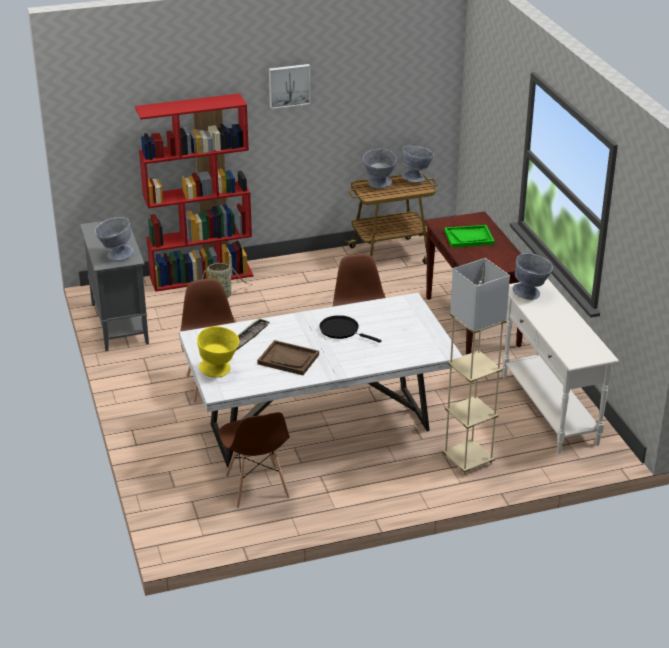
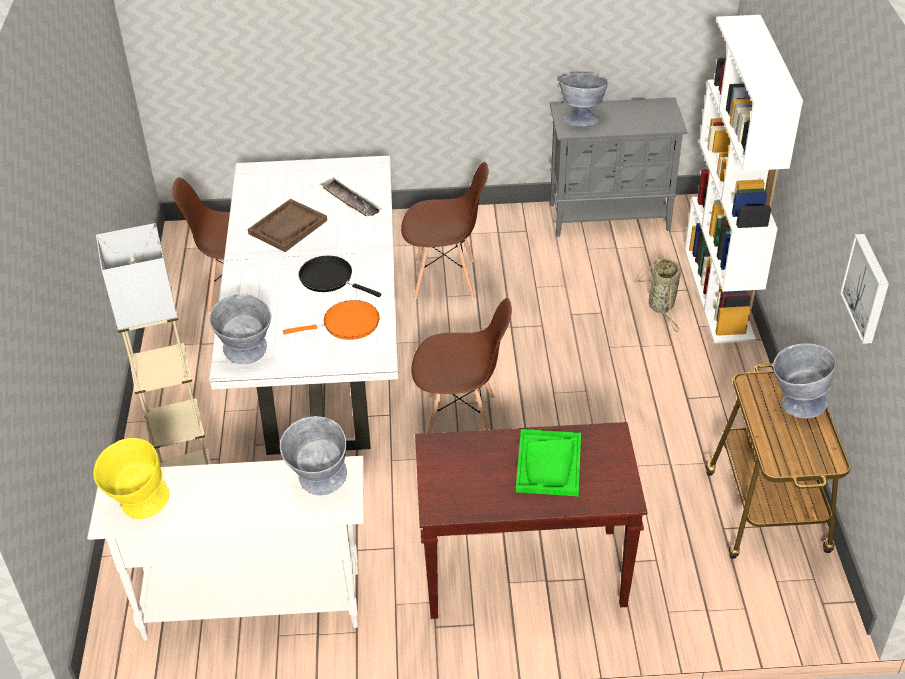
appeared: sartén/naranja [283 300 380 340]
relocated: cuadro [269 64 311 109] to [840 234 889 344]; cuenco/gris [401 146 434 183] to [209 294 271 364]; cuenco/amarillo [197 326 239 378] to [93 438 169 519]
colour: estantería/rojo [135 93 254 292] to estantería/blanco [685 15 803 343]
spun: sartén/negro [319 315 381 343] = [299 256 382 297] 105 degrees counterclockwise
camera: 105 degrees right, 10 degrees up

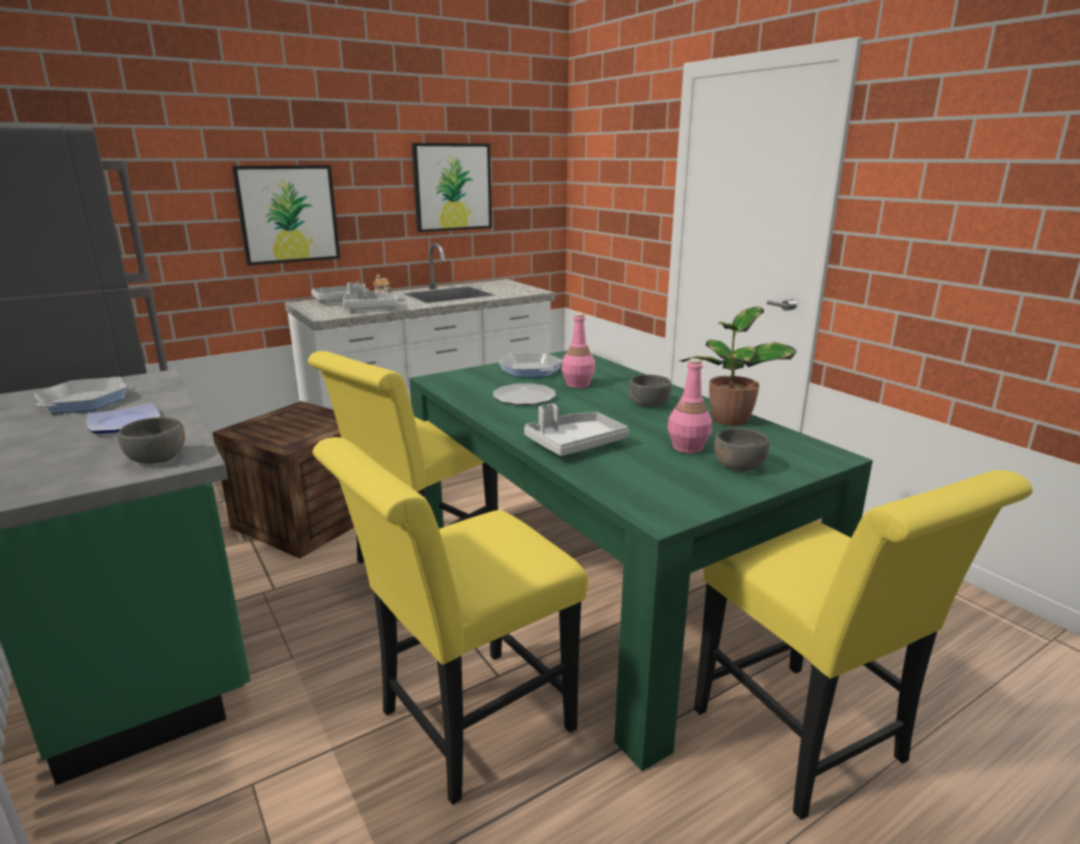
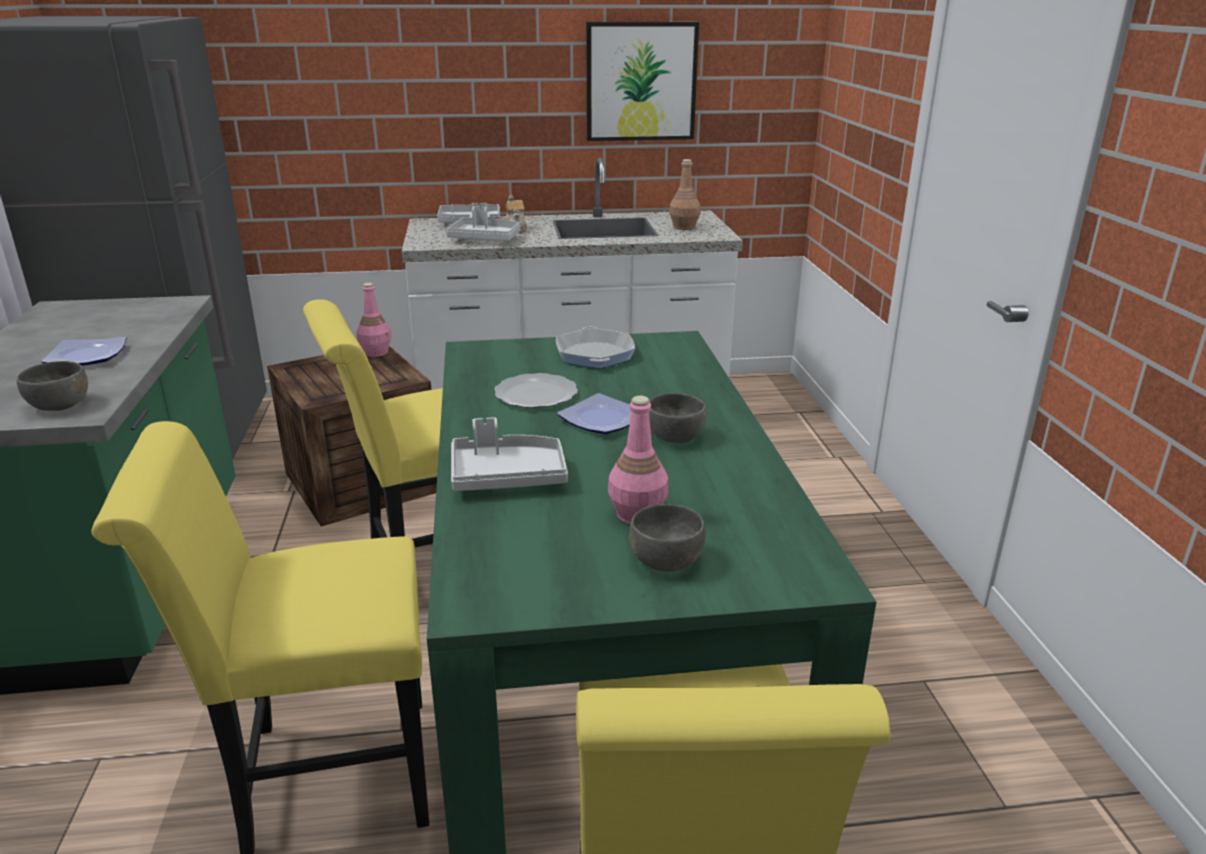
missing: cuadro [232 165 340 265]; planta en maceta [679 307 797 426]; sartén [34 377 127 414]
appeared: botella/marrón [669 159 700 230]; plato [557 393 631 434]
relocated: botella/rosa [562 313 595 388] to [356 283 392 357]
camera: 25 degrees right, 5 degrees up

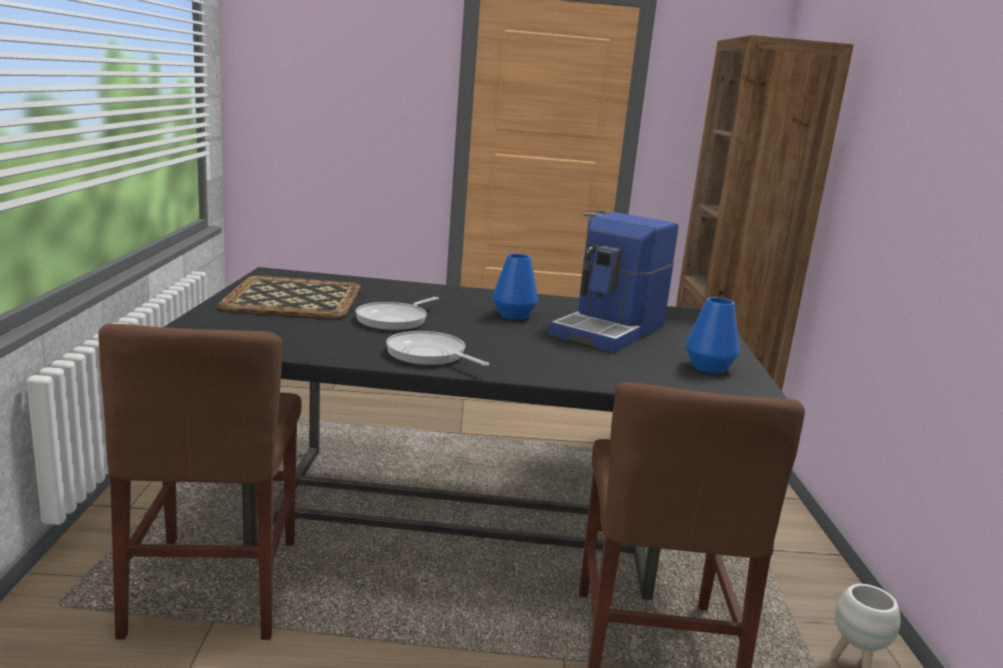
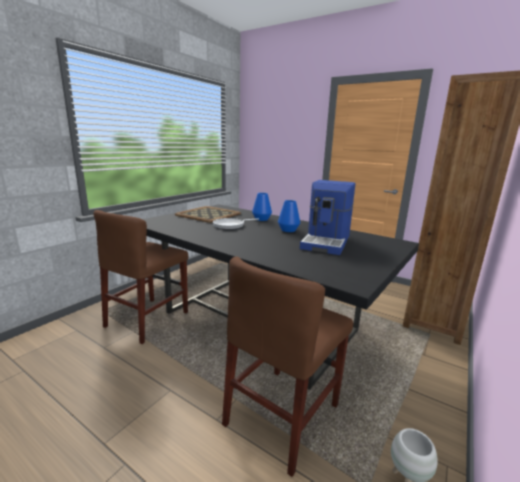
missing: sartén [386 331 489 366]
relocated: florero/azul [685 297 740 373] to [252 193 272 221]
spun: cafetera [549 212 678 353] = [300 180 356 255] 45 degrees counterclockwise
camera: 35 degrees right, 0 degrees up

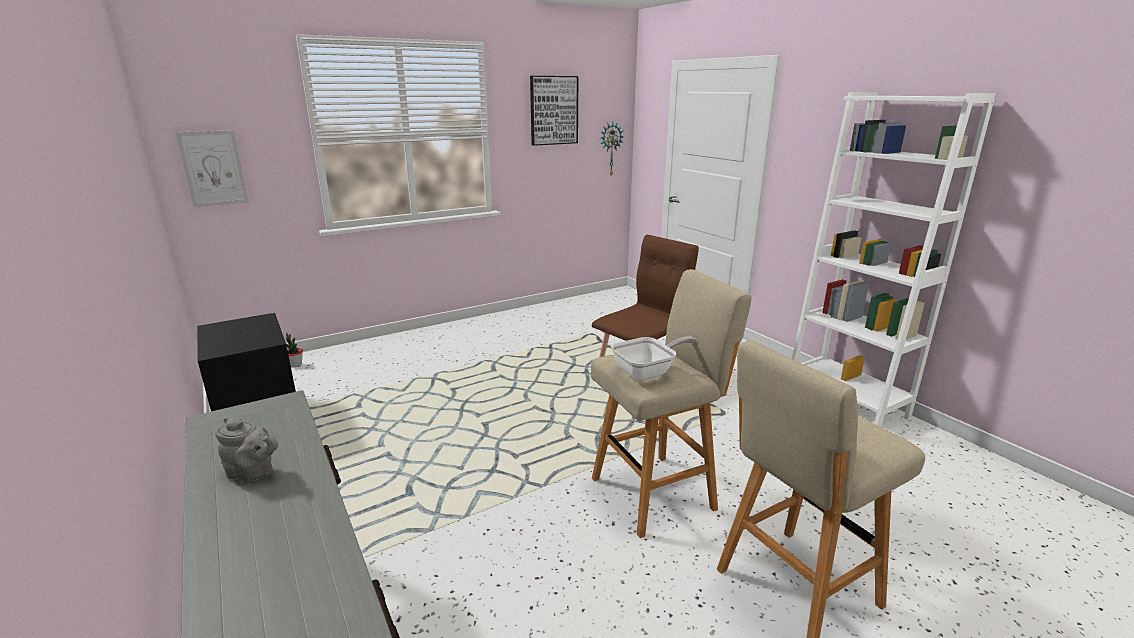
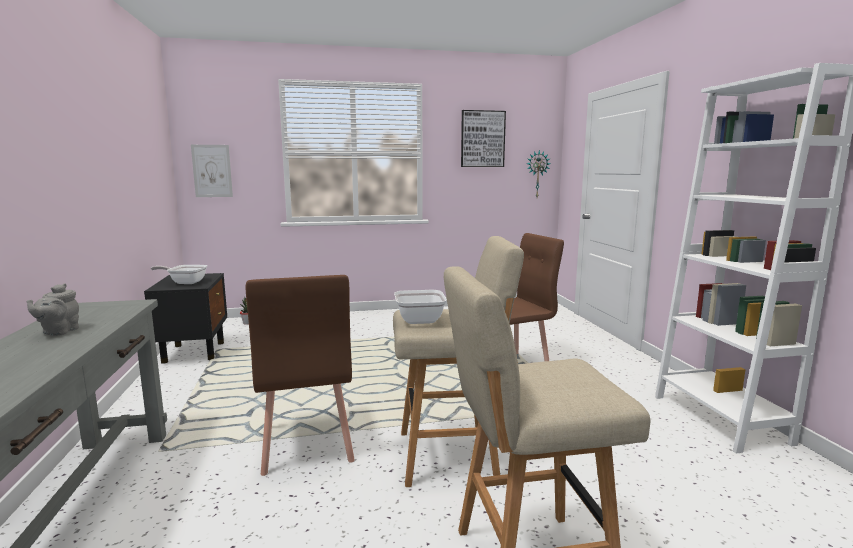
appeared: sartén [151 265 207 284]; silla/marrón [246 275 355 476]
spun: tetera/gris [216 417 278 482] = [26 283 79 336] 60 degrees clockwise
camera: 20 degrees right, 10 degrees down

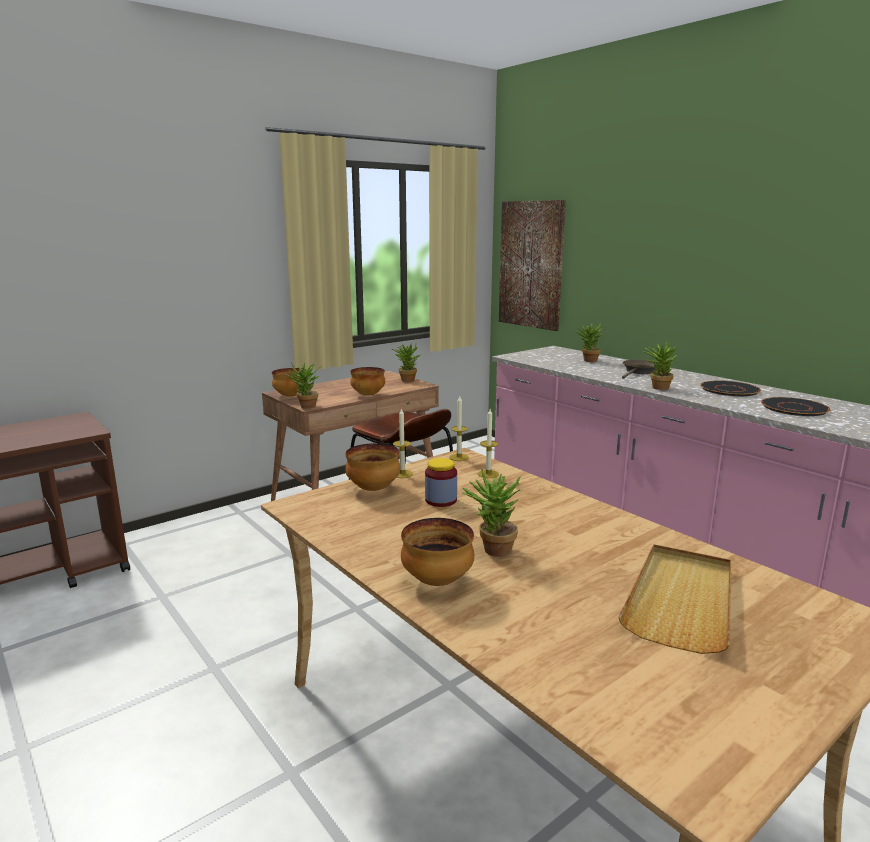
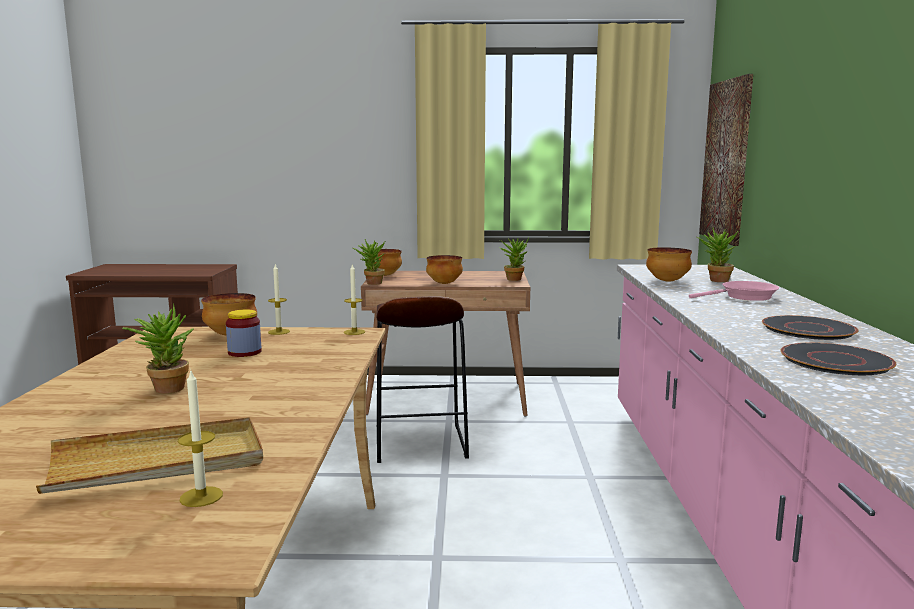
missing: planta en maceta [643 341 677 390]
relocated: vela [478 409 499 478] to [178 371 223 507]; cuenco [401 518 474 586] to [646 247 692 282]
colour: sartén/marrón [622 360 655 379] to sartén/rosa [689 281 779 301]
camera: 40 degrees right, 5 degrees down

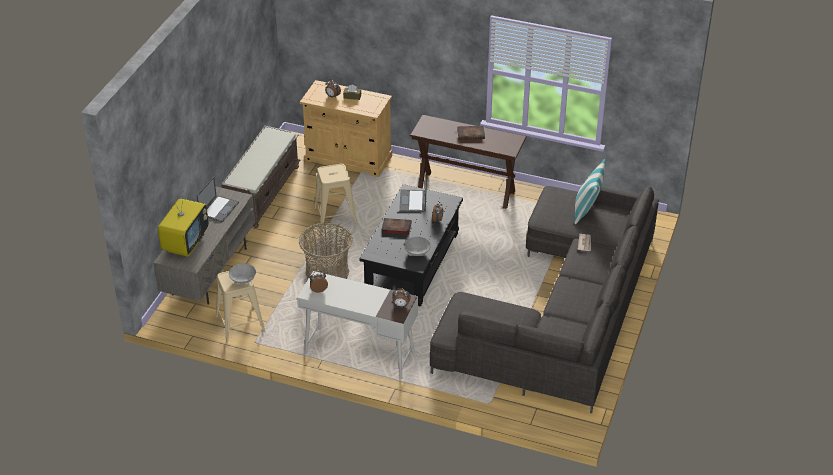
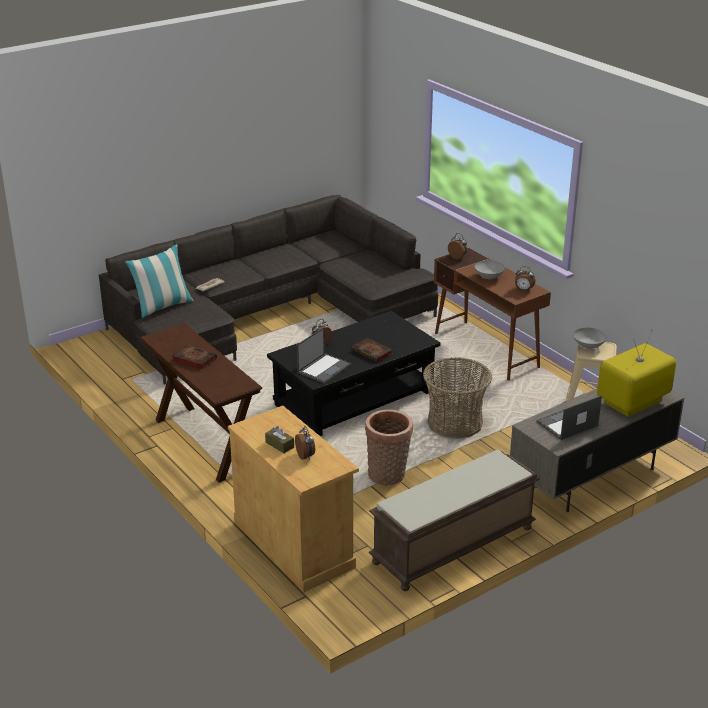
relocated: cuenco/gris [404 237 431 256] to [475 260 505 279]
exchanged: taburete/beis [314 164 358 230] to cesta [365 409 413 486]
colour: escritorio/blanco [297 271 418 379] to escritorio/marrón [434 248 551 380]
camera: 145 degrees left, 10 degrees down

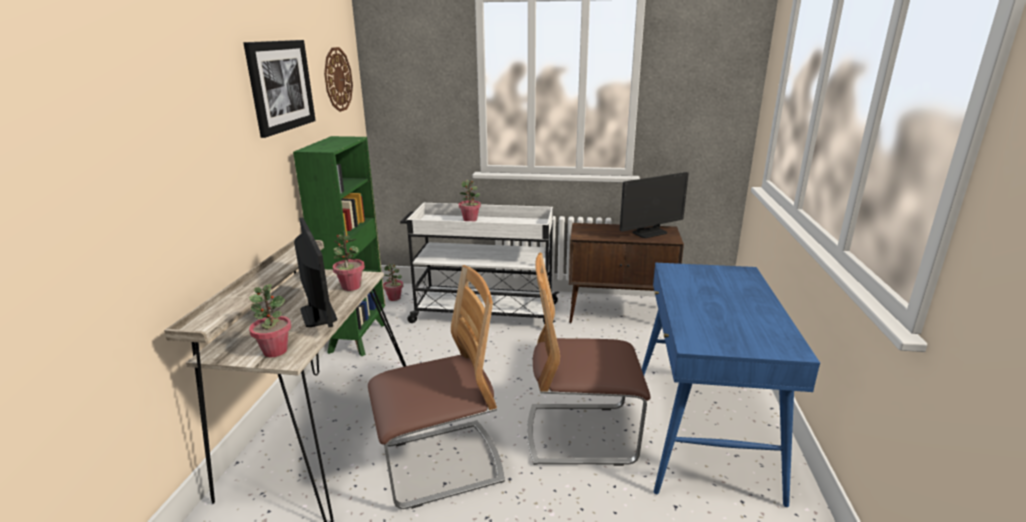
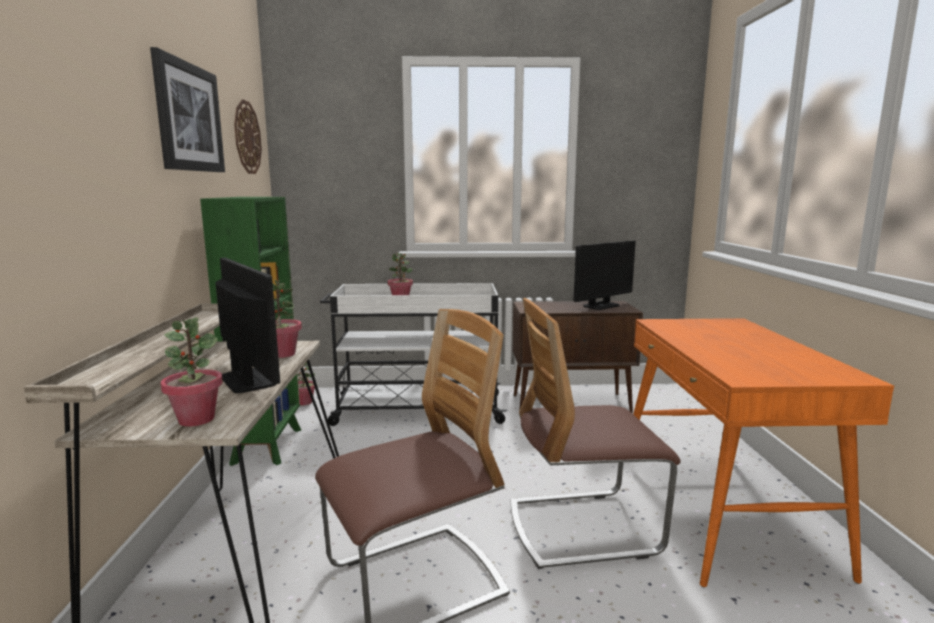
colour: escritorio/azul [642 263 820 507] to escritorio/naranja [633 318 894 587]
camera: 10 degrees left, 10 degrees down

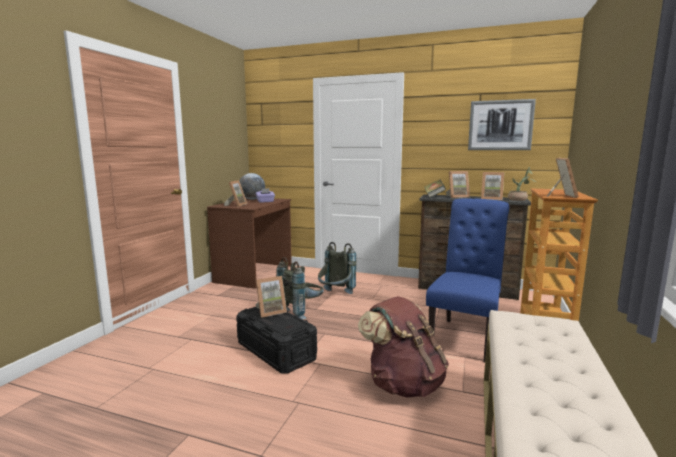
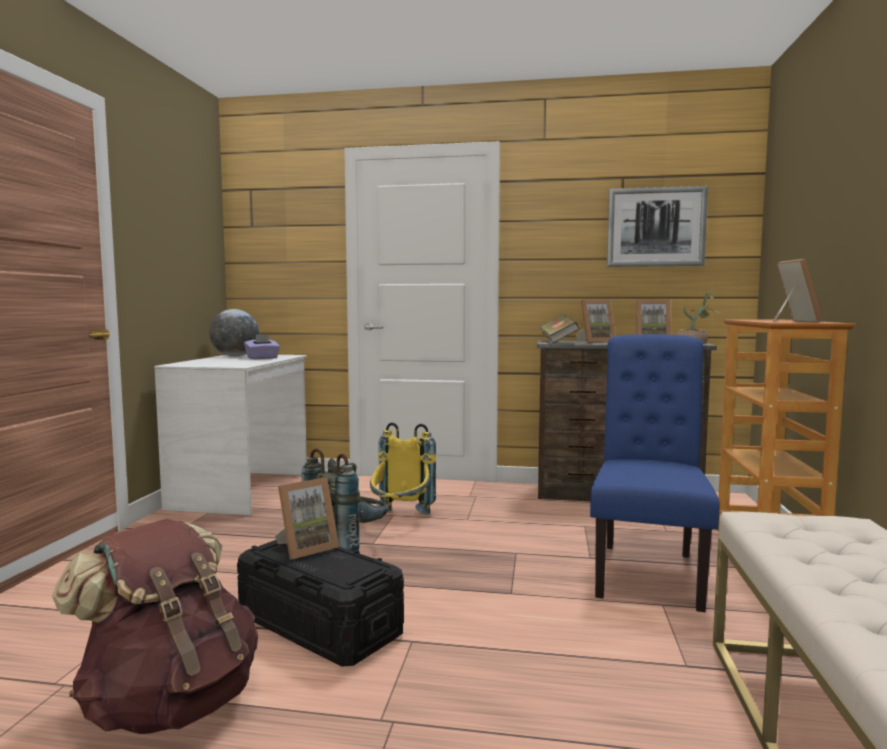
missing: portarretratos [224 180 247 207]
relocated: mochila/marrón [358 296 449 398] to [53 519 258 734]
colour: escritorio/marrón [207 198 292 289] to escritorio/blanco [154 354 307 515]; mochila/gris [318 242 356 294] to mochila/amarillo [370 422 436 514]
camera: 10 degrees left, 5 degrees down

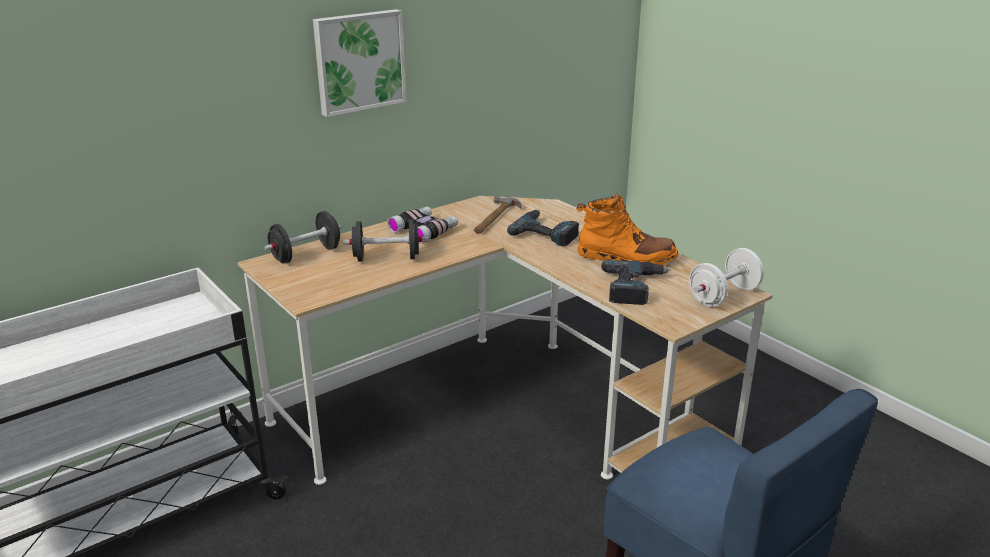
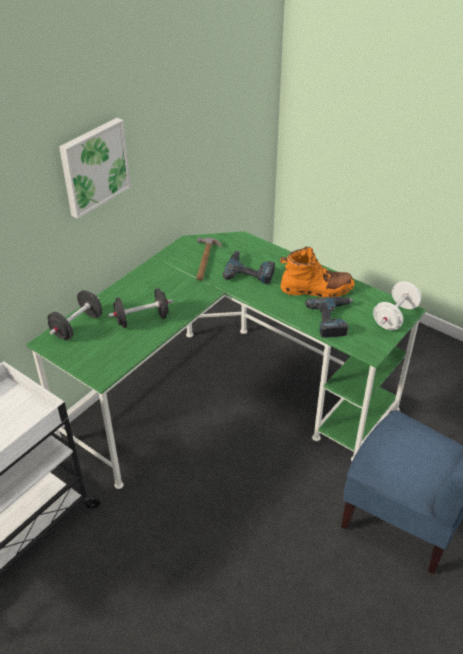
missing: prismáticos [387 207 458 244]
colour: escritorio/beis [238 196 773 485] to escritorio/verde [26 231 426 489]
camera: 15 degrees left, 15 degrees up

